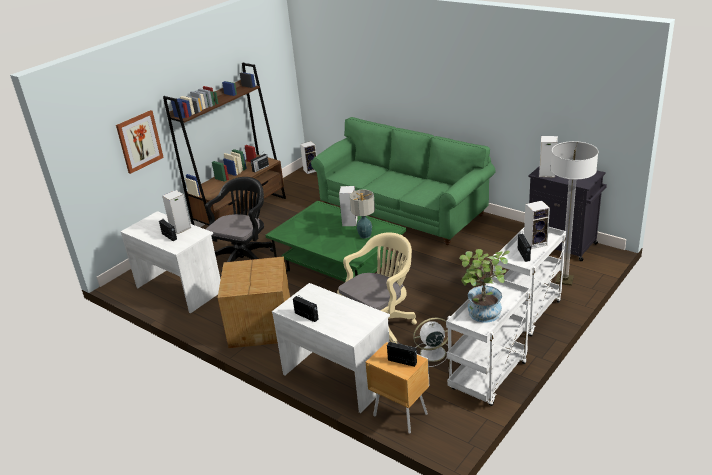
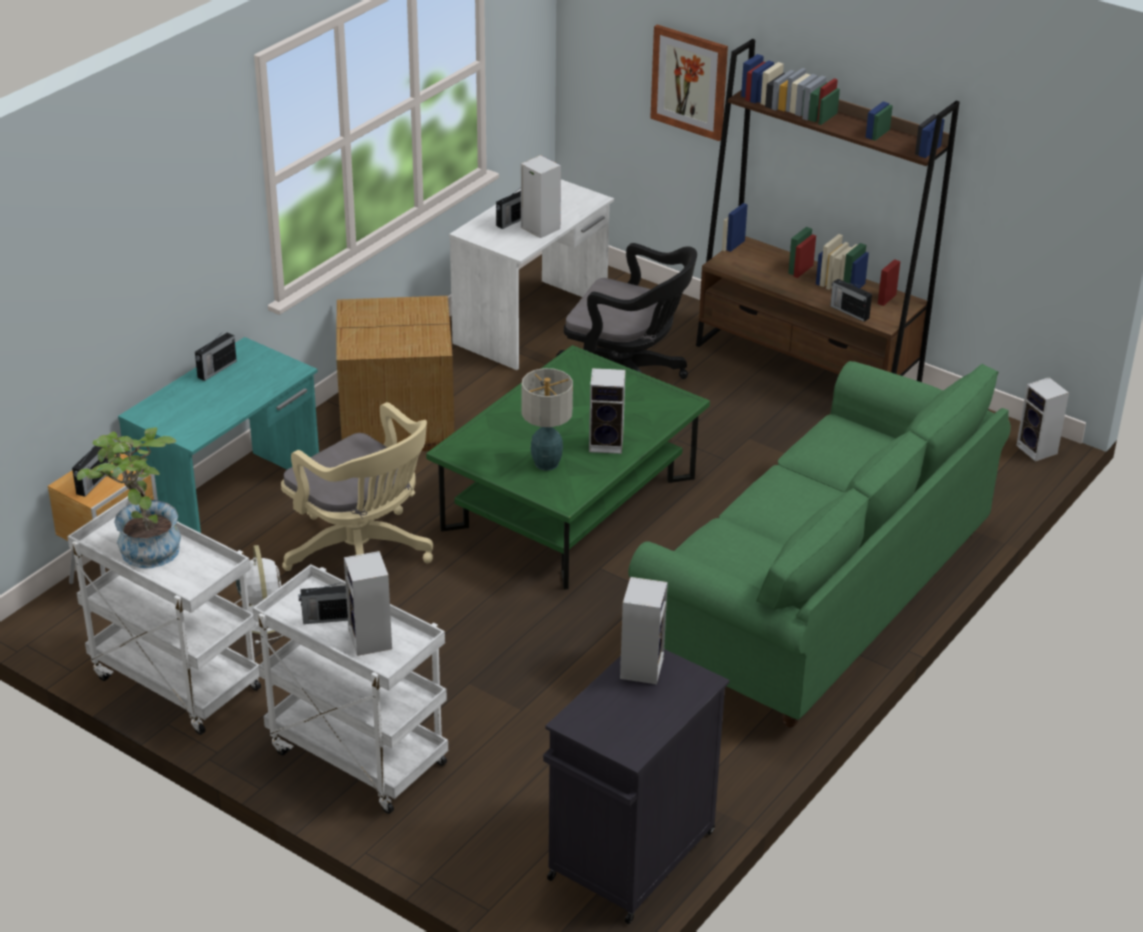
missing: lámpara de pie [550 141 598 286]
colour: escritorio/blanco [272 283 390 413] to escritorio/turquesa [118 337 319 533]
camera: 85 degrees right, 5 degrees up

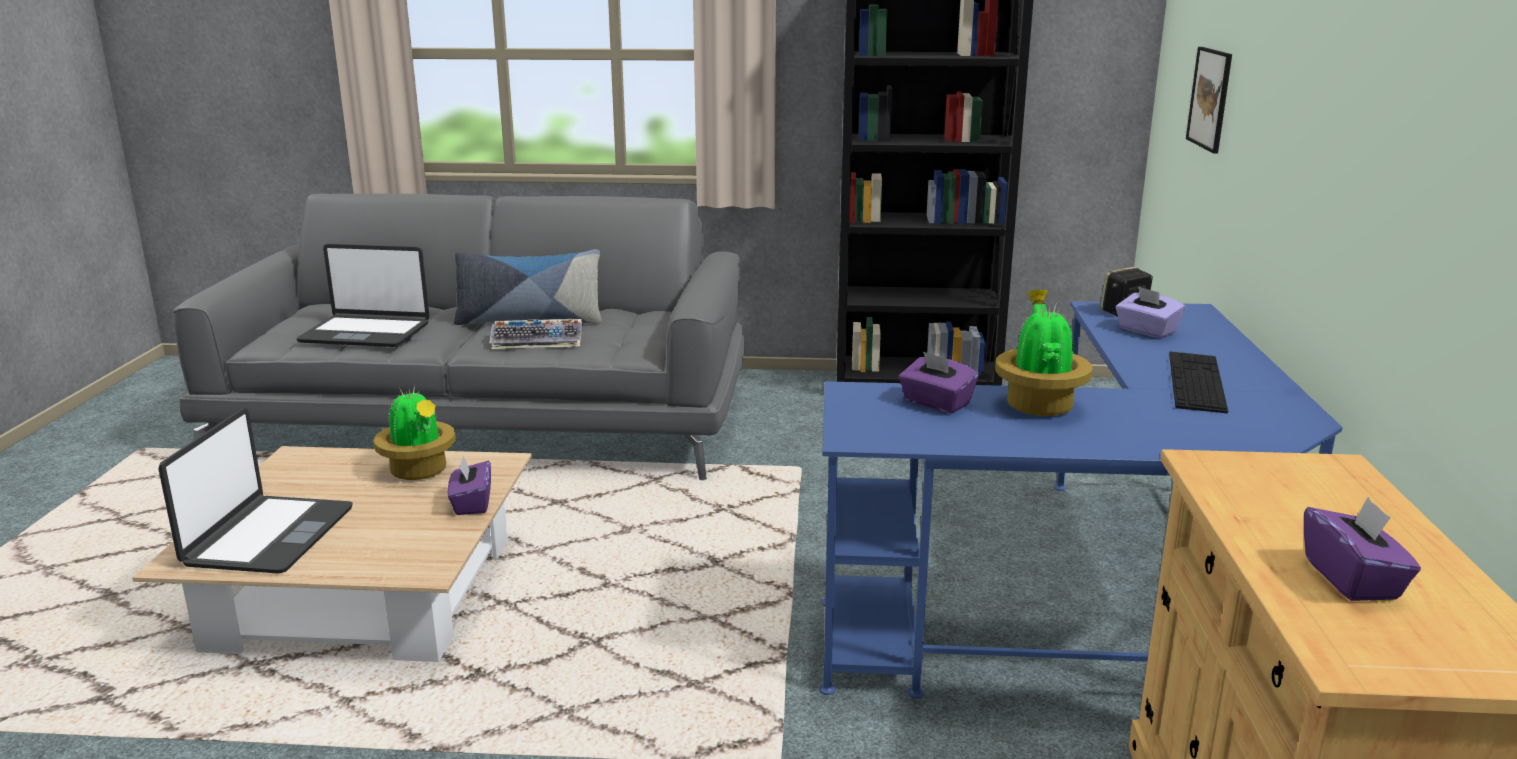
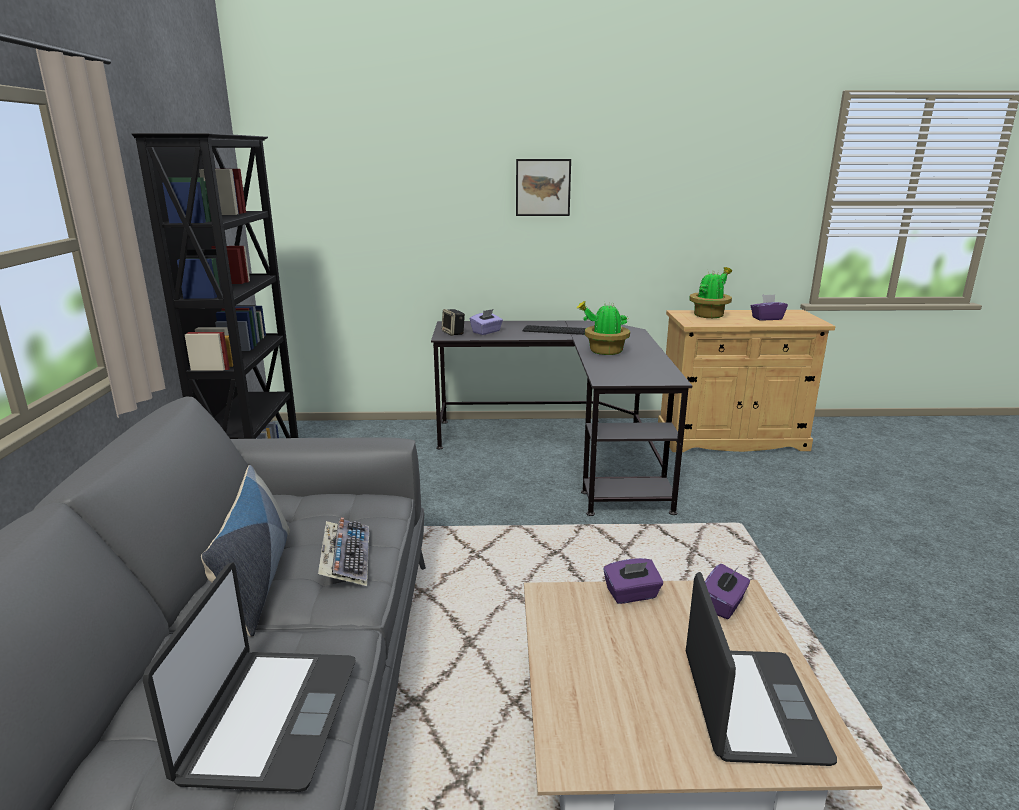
relocated: cuadro [1186 47 1232 154] to [516 159 571 216]; caja de pañuelos/morado [899 351 979 413] to [705 564 750 619]; planta en maceta [374 385 456 480] to [689 267 732 318]
colour: escritorio/azul [819 301 1343 699] to escritorio/negro [431 320 692 516]
spun: portátil [158 408 353 574] = [686 572 837 766] 90 degrees clockwise
camera: 95 degrees left, 0 degrees up

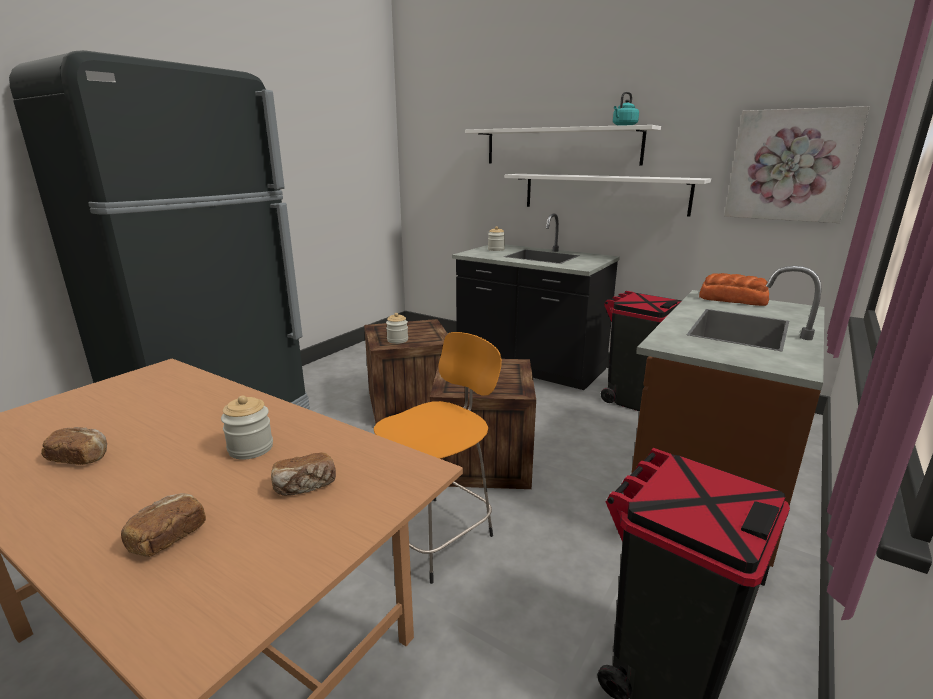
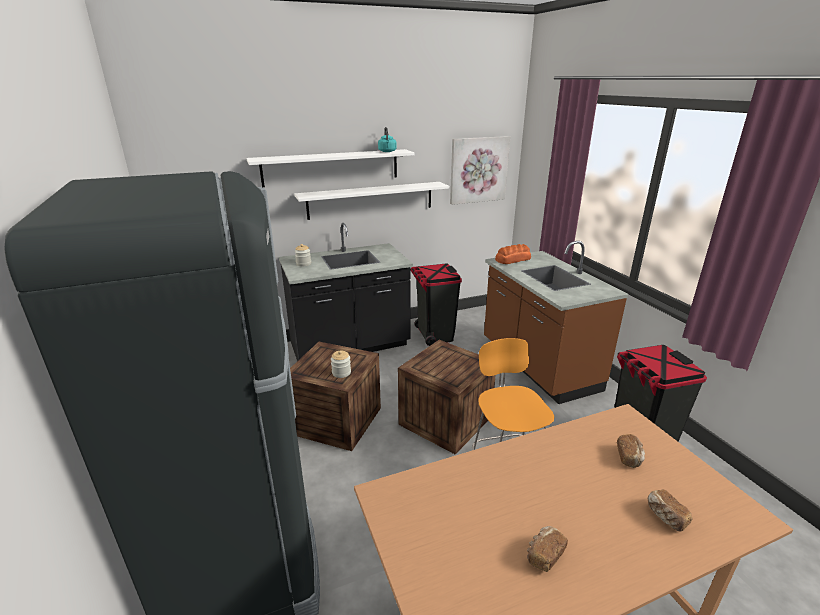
missing: tarro [221 396 273 460]
camera: 55 degrees left, 5 degrees up

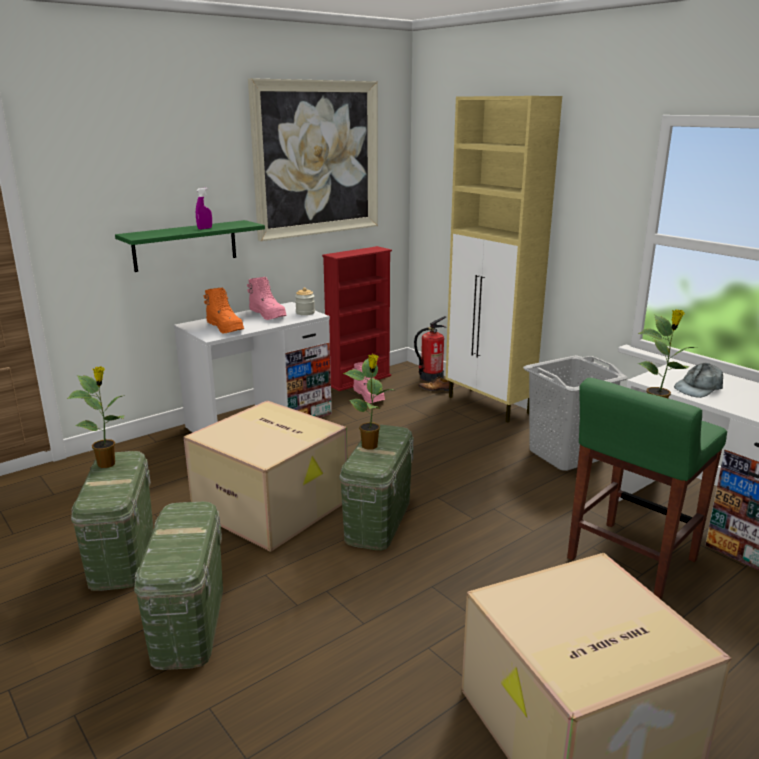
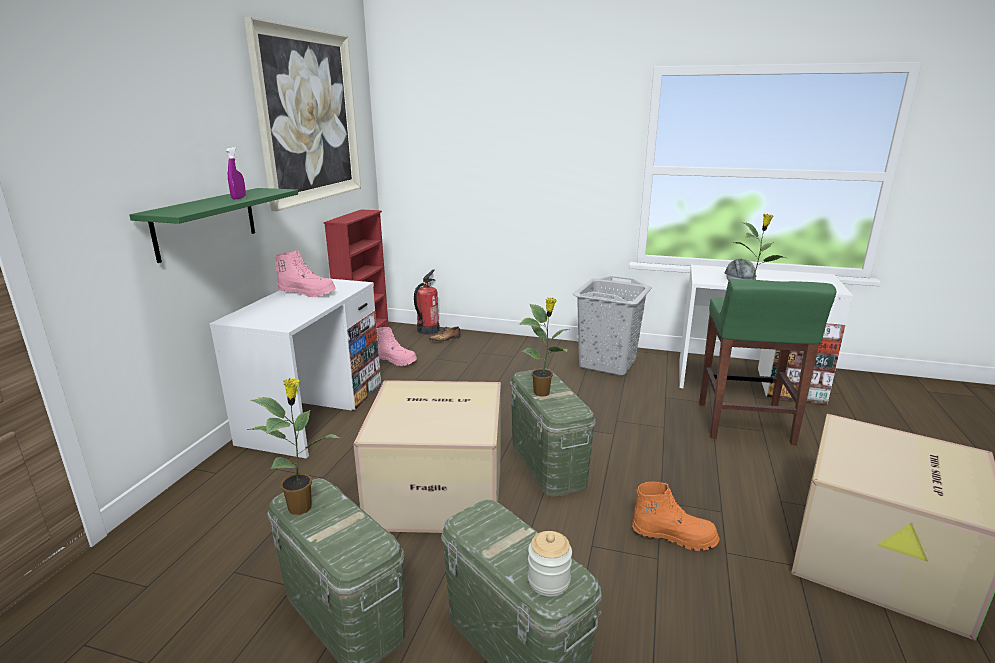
missing: armario/beis [446 96 562 422]
relocated: bota/naranja [204 287 244 334] to [632 482 720 551]; tarro [295 288 315 315] to [528 531 572 596]
camera: 35 degrees left, 0 degrees up

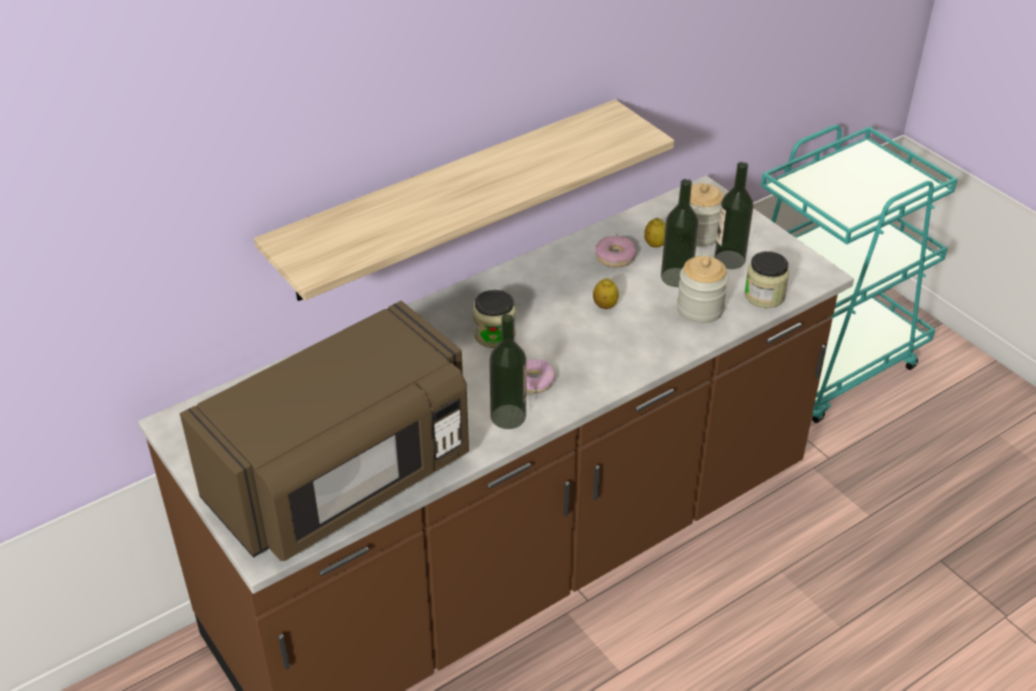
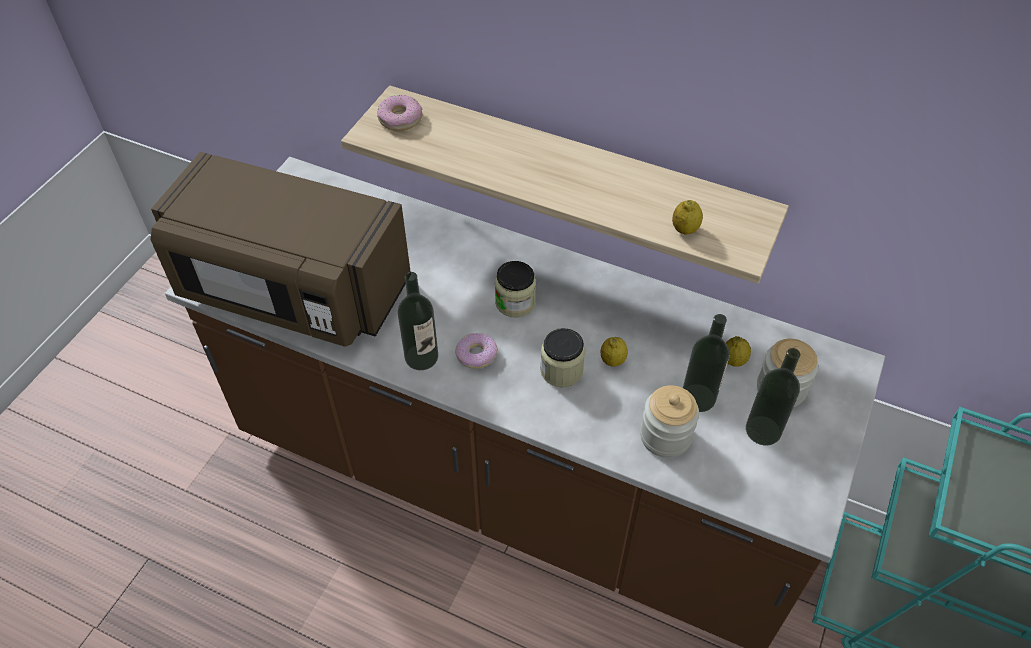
appeared: limón [672 200 703 235]
relocated: rosquilla [596 236 637 267] to [377 95 423 131]; tarro [744 251 789 308] to [540 328 585 387]
camera: 60 degrees right, 10 degrees up

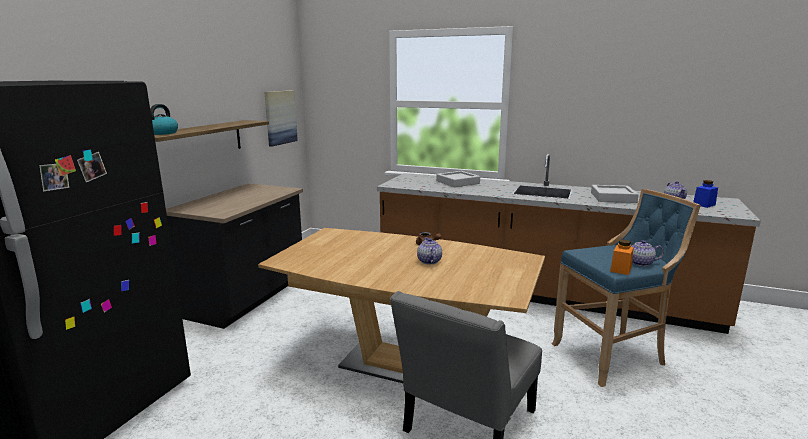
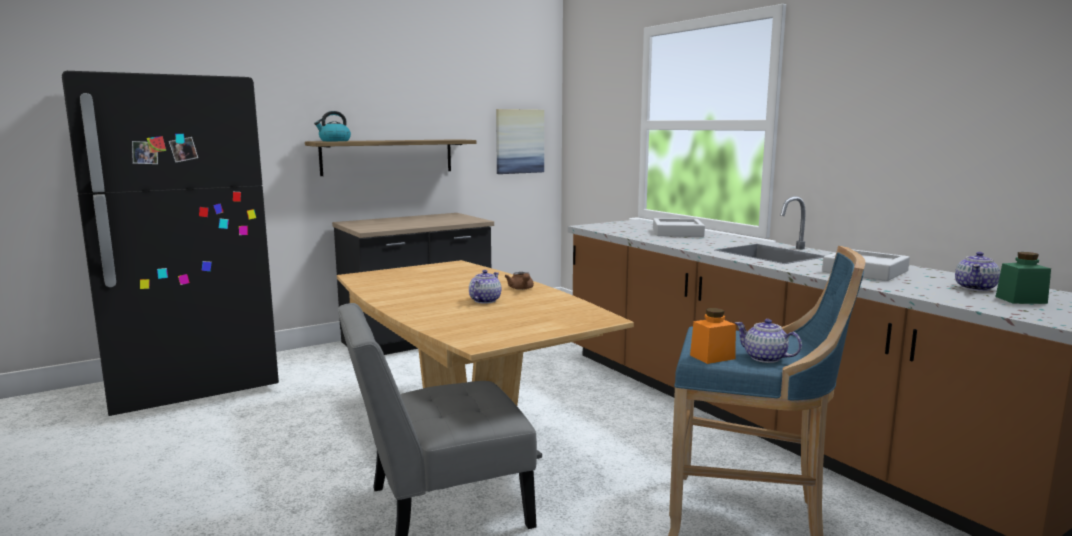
colour: tarro/azul [693 180 718 208] to tarro/verde [995 252 1051 304]
camera: 35 degrees right, 5 degrees down

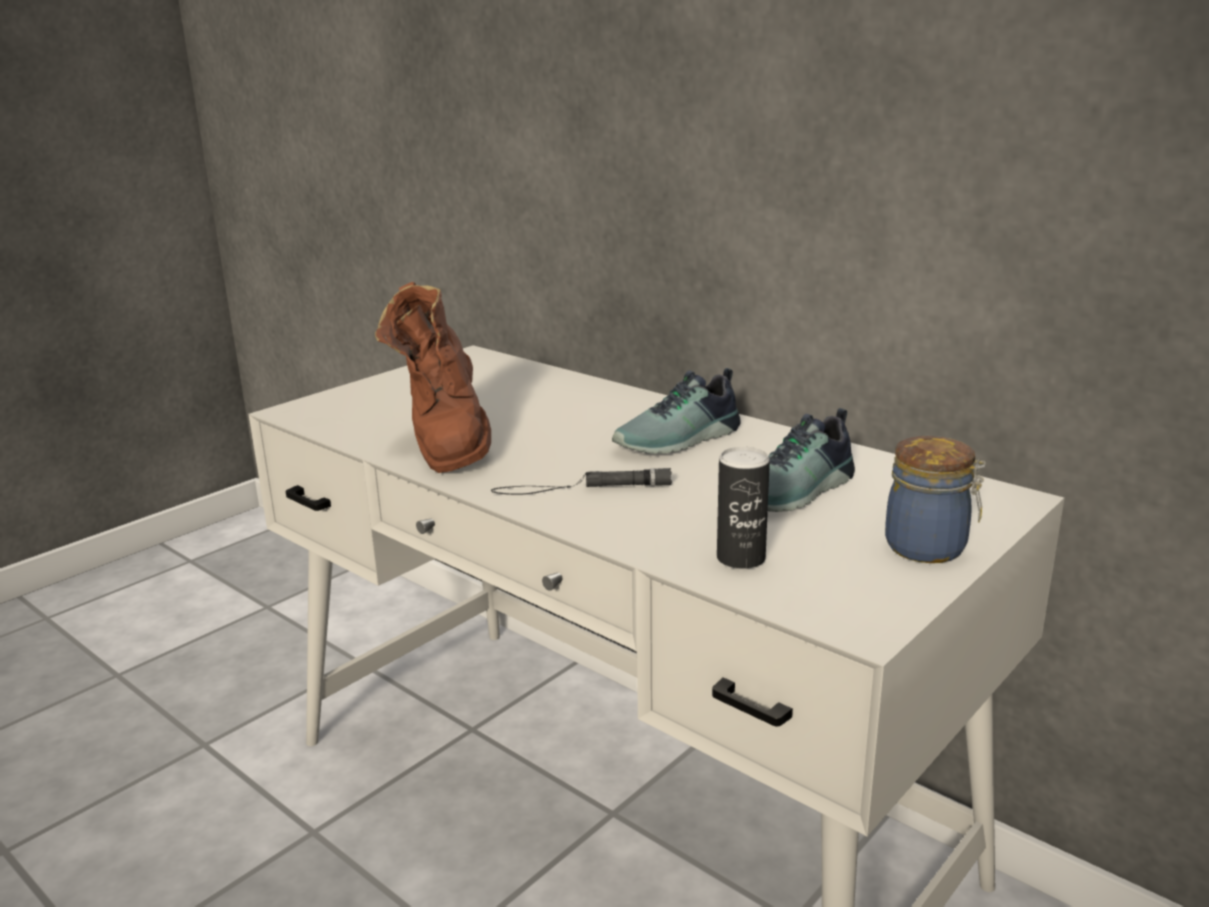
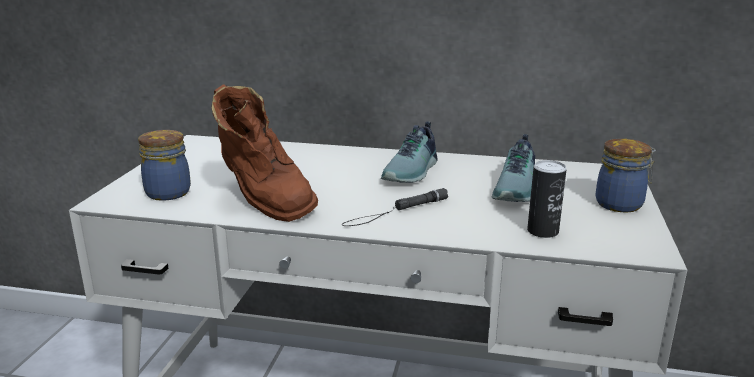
appeared: tarro [138 130 191 201]
camera: 30 degrees left, 0 degrees up

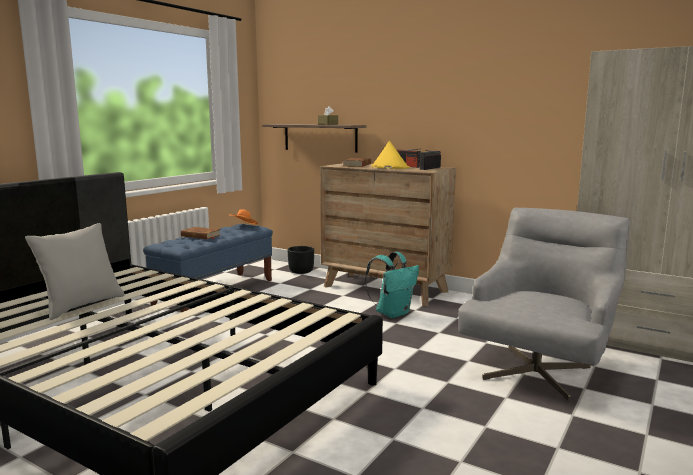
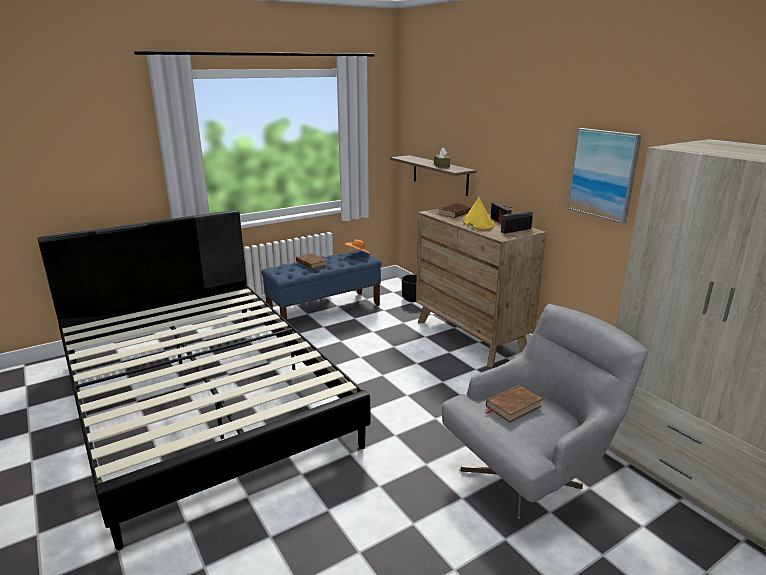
missing: cojín/gris [25 223 125 320]; mochila/turquesa [365 252 419 318]
appeared: cuadro [567 128 642 223]; libro/marrón [486 385 543 423]
camera: 25 degrees right, 10 degrees up

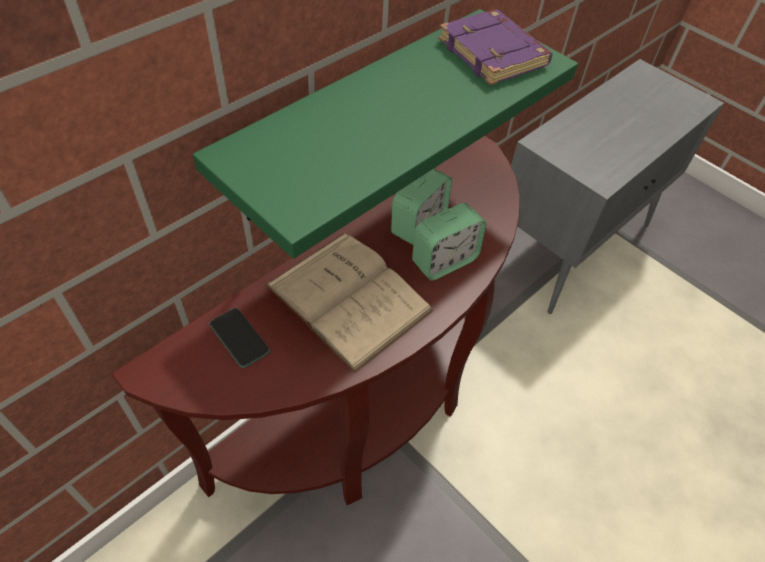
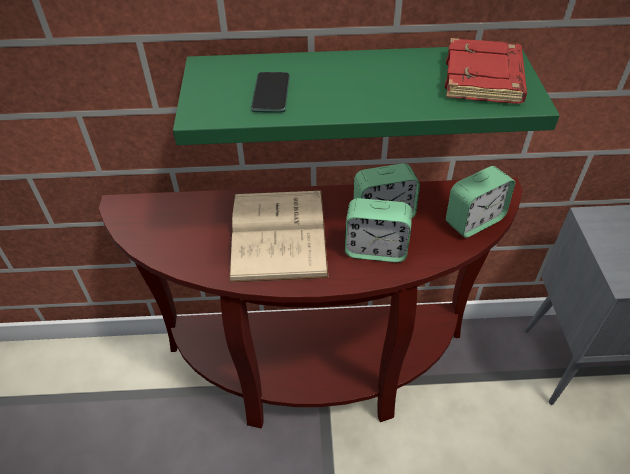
appeared: despertador [446 166 515 238]
relocated: móvil [209 308 270 368] to [251 72 290 113]
colour: libro/morado [439 9 553 85] to libro/rojo [445 38 527 104]
camera: 45 degrees right, 5 degrees down

